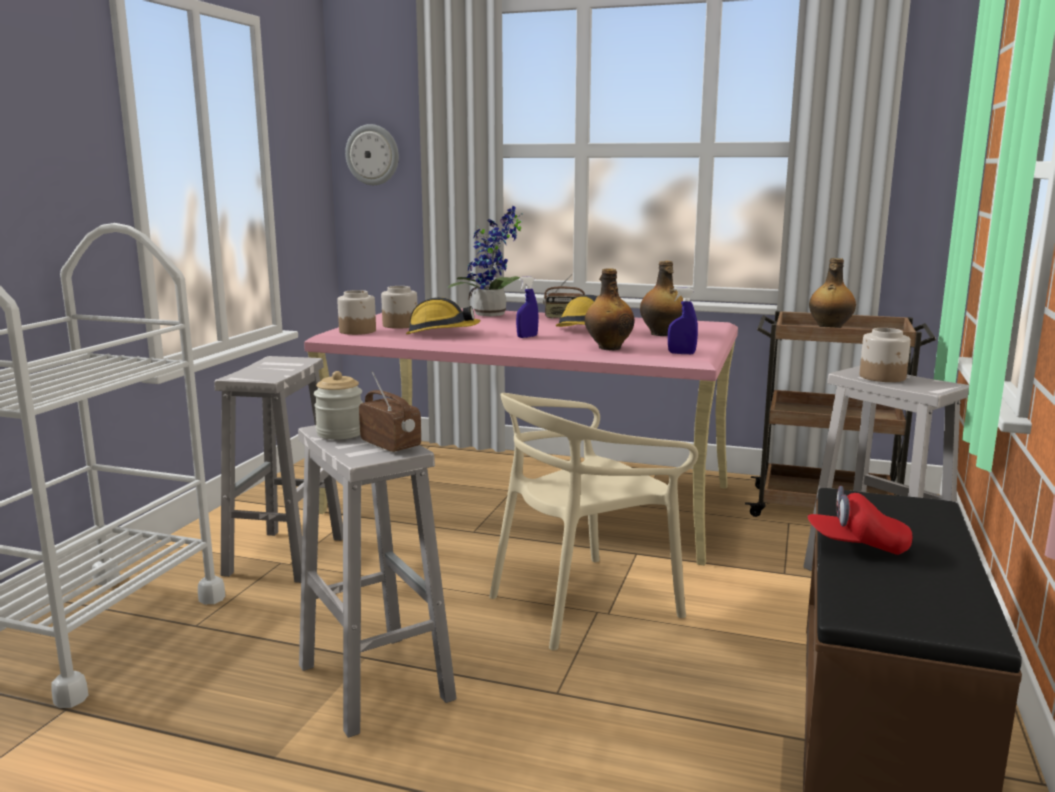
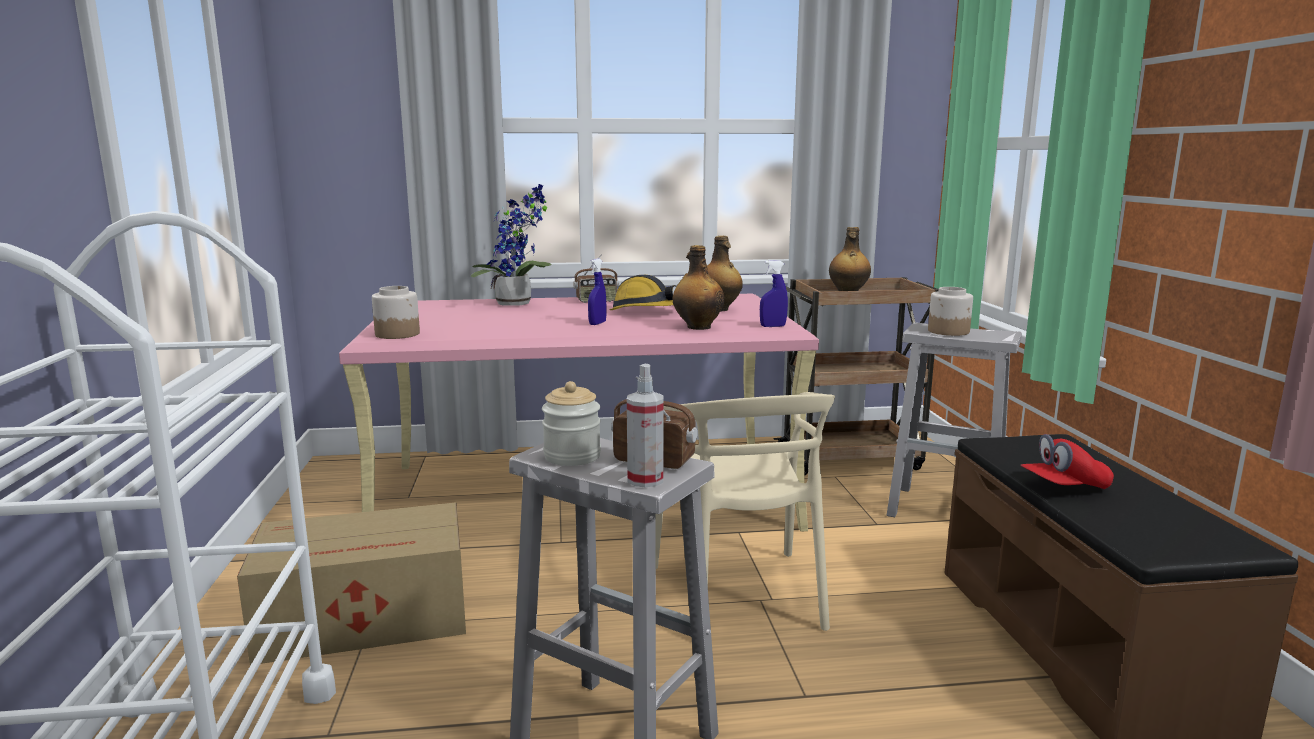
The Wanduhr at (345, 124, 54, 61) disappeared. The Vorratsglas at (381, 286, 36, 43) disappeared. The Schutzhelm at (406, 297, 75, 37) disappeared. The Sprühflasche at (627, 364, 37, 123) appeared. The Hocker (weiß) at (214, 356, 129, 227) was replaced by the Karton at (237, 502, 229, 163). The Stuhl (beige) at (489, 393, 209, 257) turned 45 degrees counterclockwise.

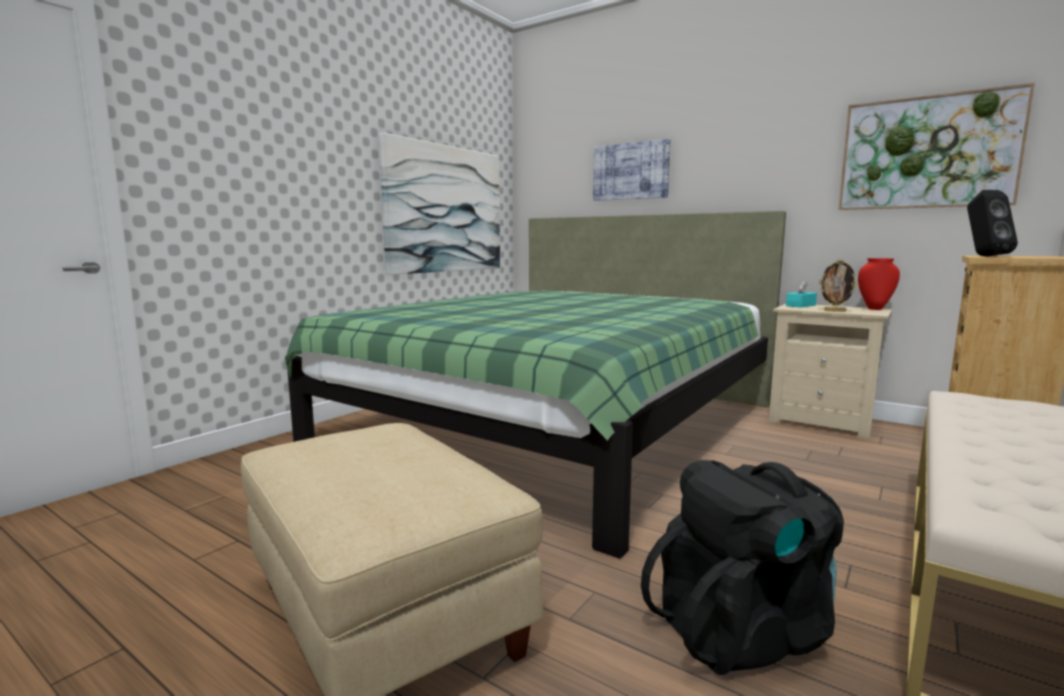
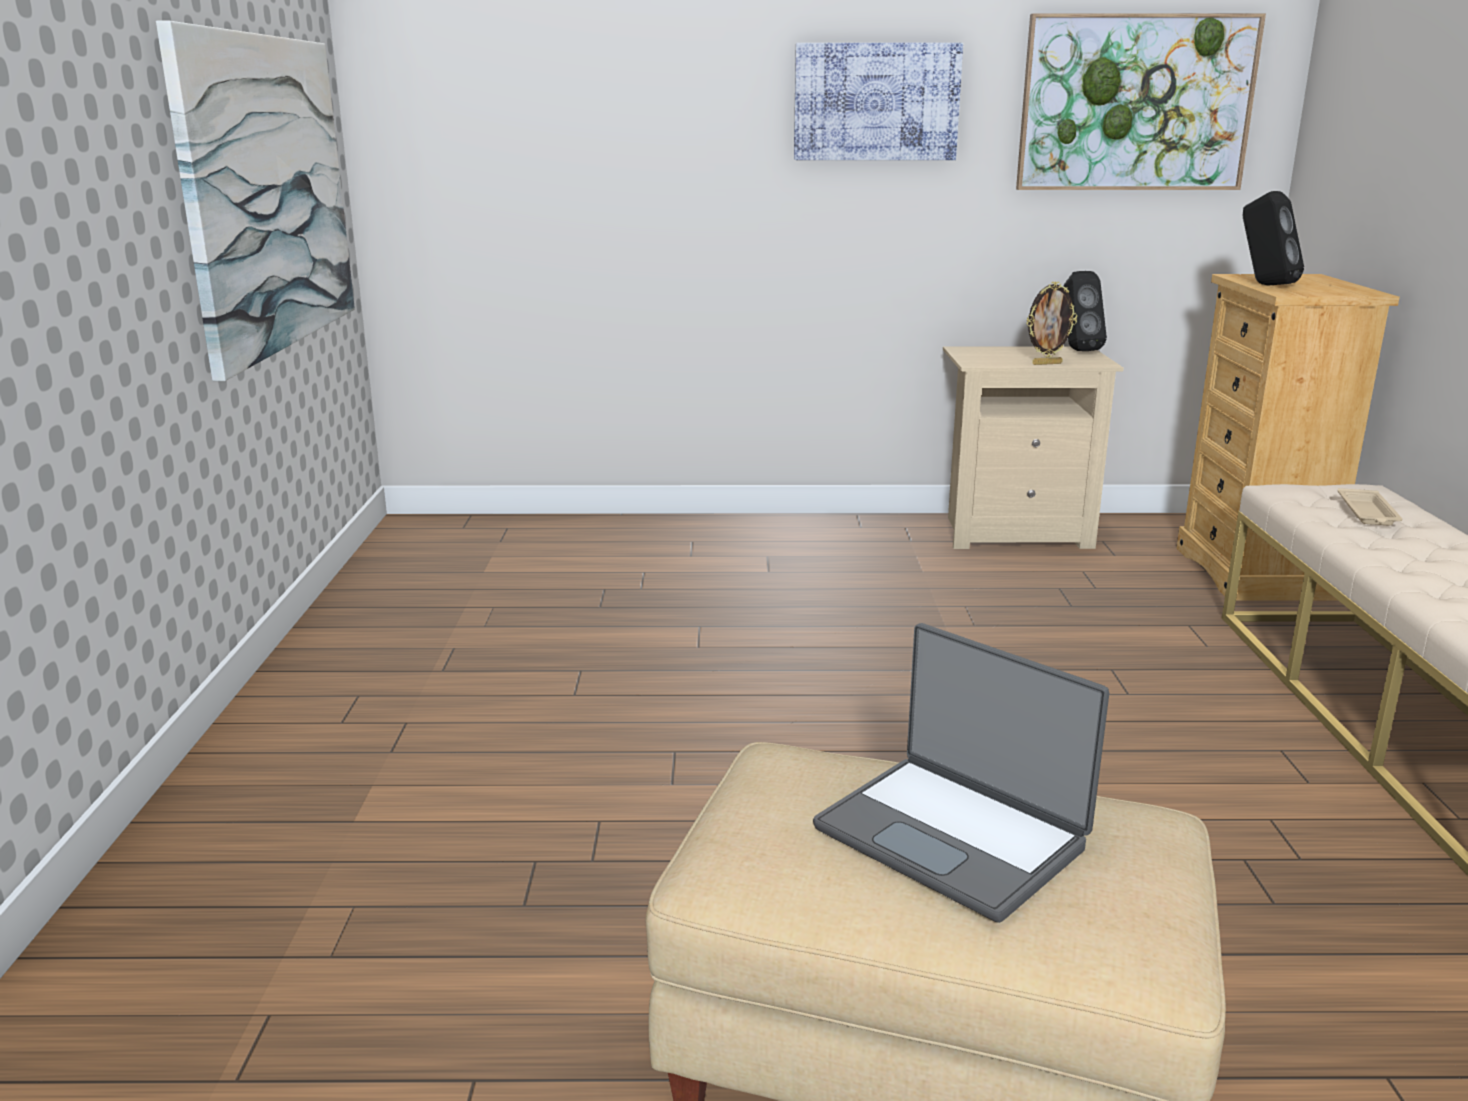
The Bett (grün) at (285, 211, 501, 348) disappeared. The Rucksack (schwarz) at (641, 460, 203, 215) disappeared. The Taschentuchbox (türkis) at (786, 281, 31, 27) disappeared. The Laptop at (813, 623, 296, 300) appeared. The Tablett (beige) at (1338, 488, 65, 38) appeared. The Bild moved from (593, 139, 77, 62) to (794, 43, 169, 117). The Vase (rot) at (858, 258, 42, 52) was replaced by the Lautsprecher (schwarz) at (1063, 271, 44, 80).

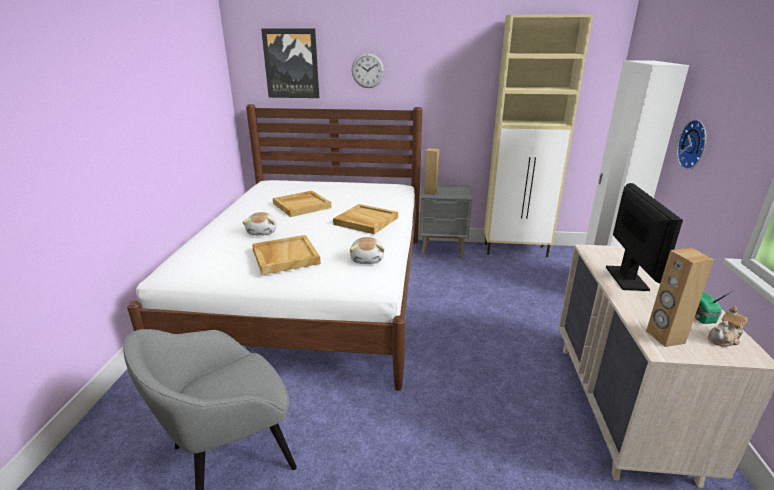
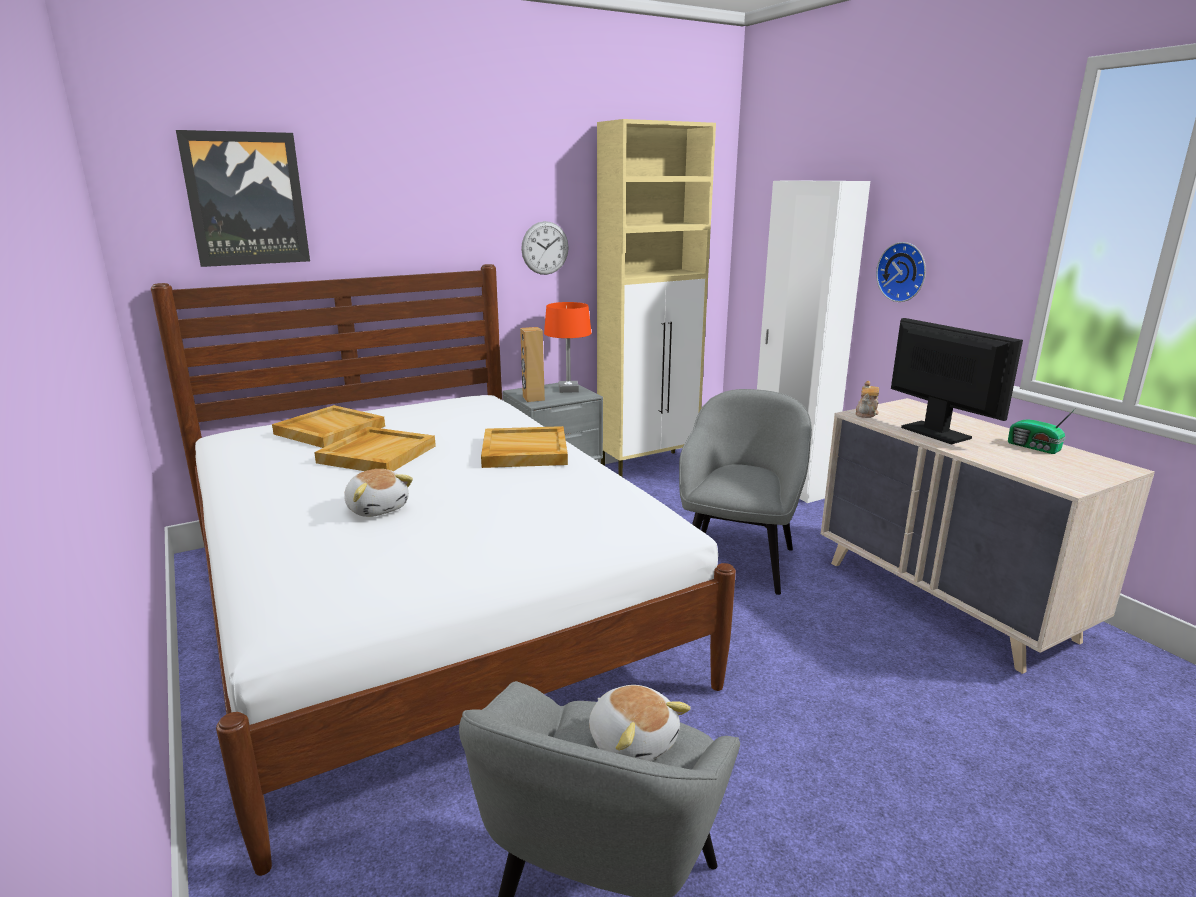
The Lautsprecher (braun) at (646, 248, 68, 99) disappeared. The Tischlampe (orange) at (544, 302, 47, 91) appeared. The Sessel (grau) at (679, 389, 133, 206) appeared. The Tablett (beige) moved from (252, 235, 69, 40) to (272, 405, 113, 43). The Plüschtier moved from (350, 237, 35, 27) to (589, 685, 102, 76). The Wanduhr moved from (352, 53, 32, 35) to (521, 221, 48, 54). The Teekanne moved from (708, 306, 39, 41) to (855, 381, 24, 37).

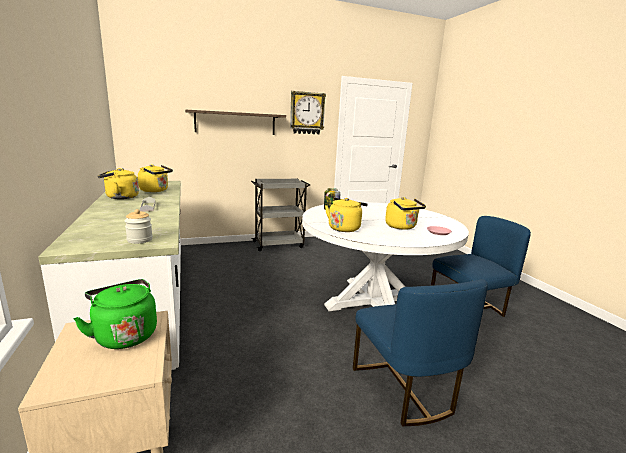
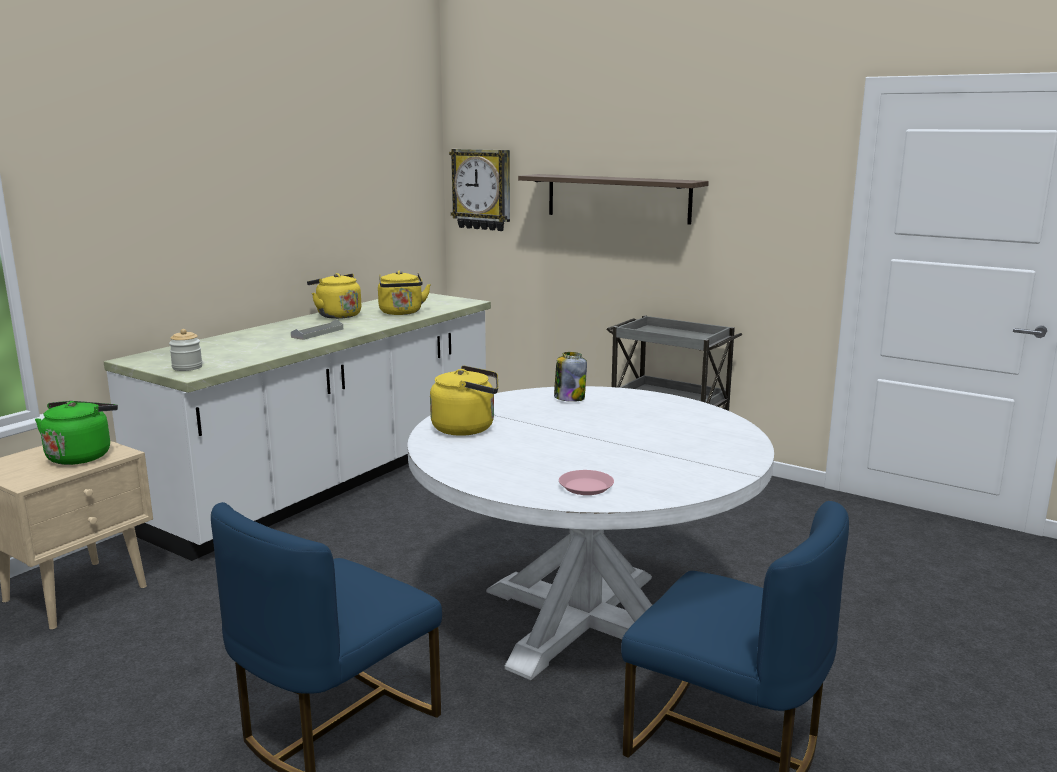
The Wasserkessel (gelb) at (385, 197, 41, 33) disappeared. The Wanduhr moved from (290, 91, 36, 43) to (449, 149, 61, 82).

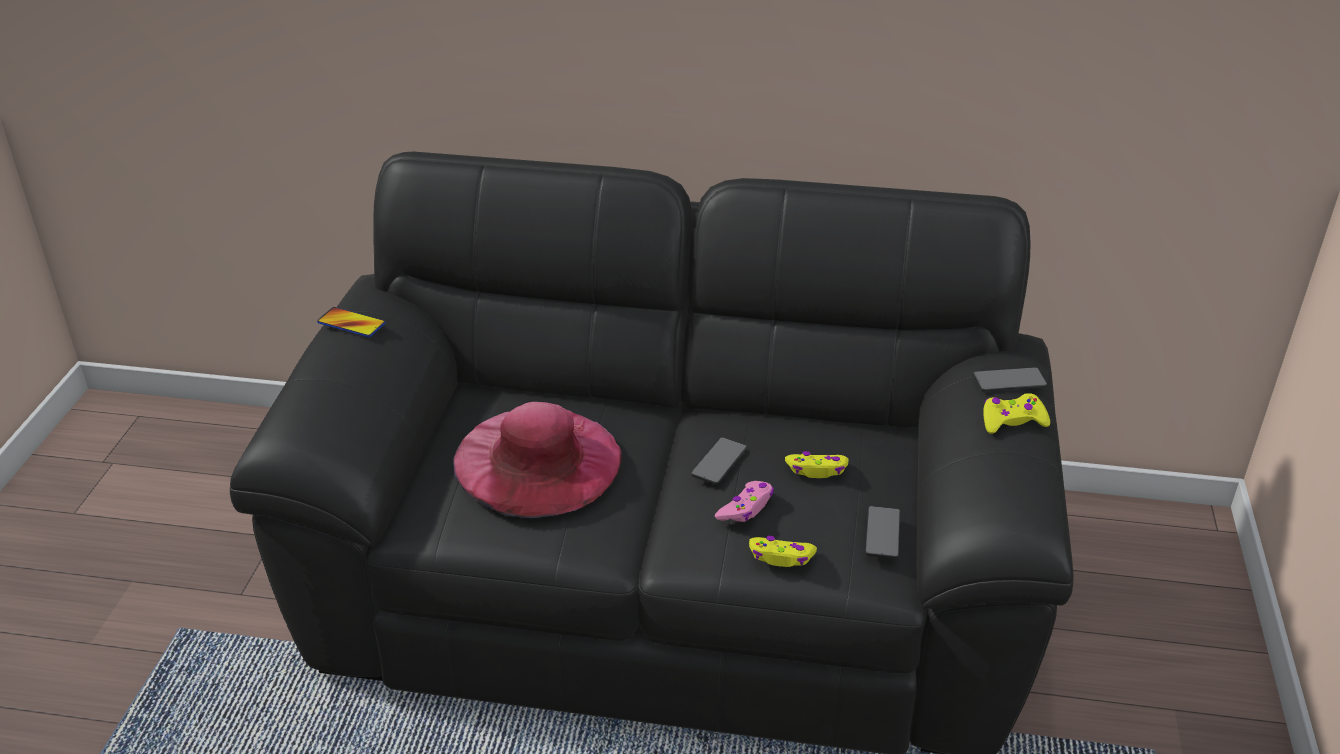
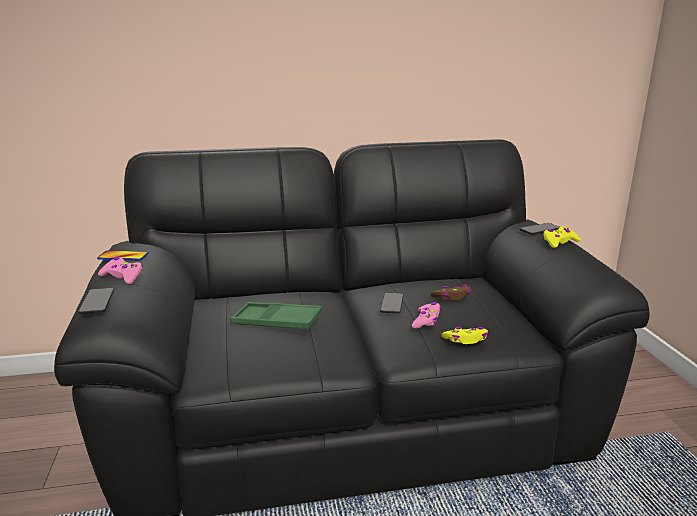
The Gamepad (rosa) at (98, 257, 45, 27) appeared. The Handy moved from (865, 506, 35, 53) to (78, 288, 36, 26). The Hut (rosa) at (453, 402, 169, 116) was replaced by the Tablett (grün) at (230, 302, 92, 28). The Gamepad (gelb) at (785, 451, 64, 27) became the Gamepad (braun) at (431, 285, 40, 15).

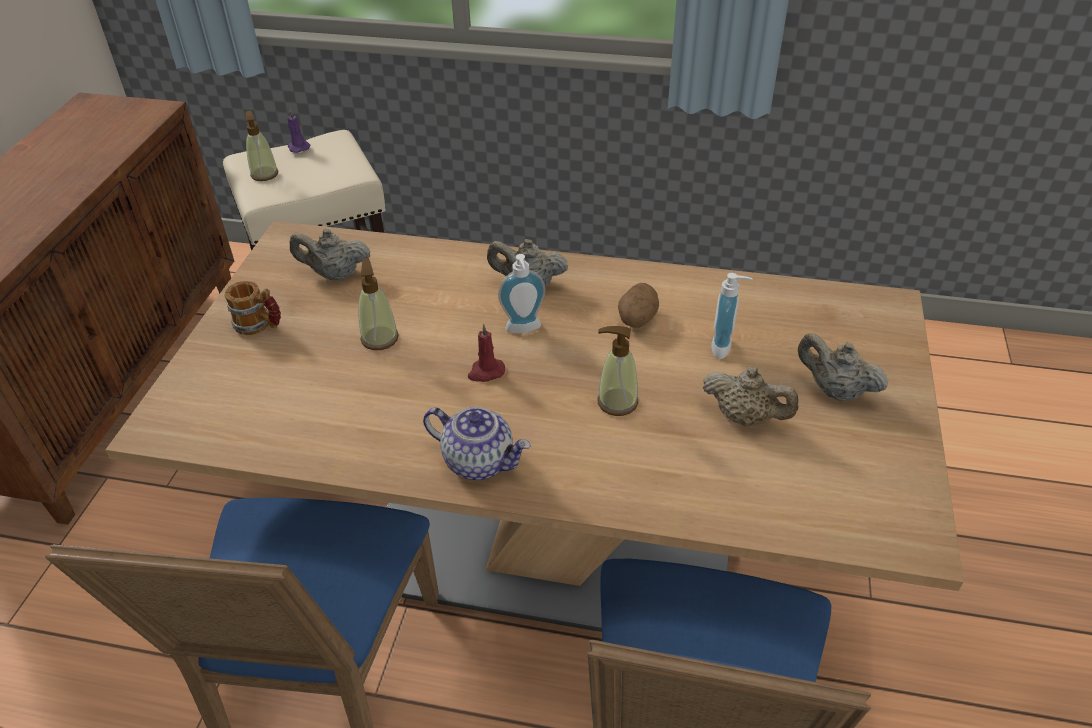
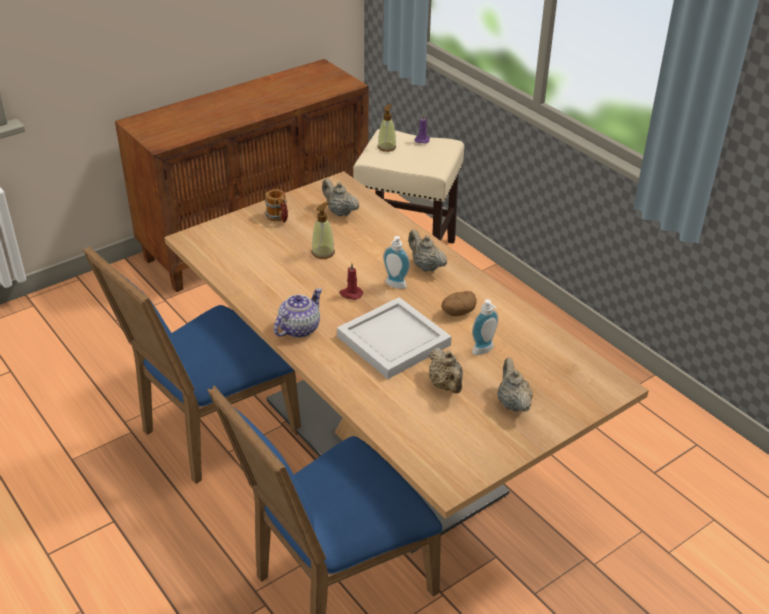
The Seifenspender at (597, 326, 42, 90) was replaced by the Tablett (weiß) at (337, 297, 115, 82). The Teekanne at (423, 406, 108, 74) turned 120 degrees counterclockwise.

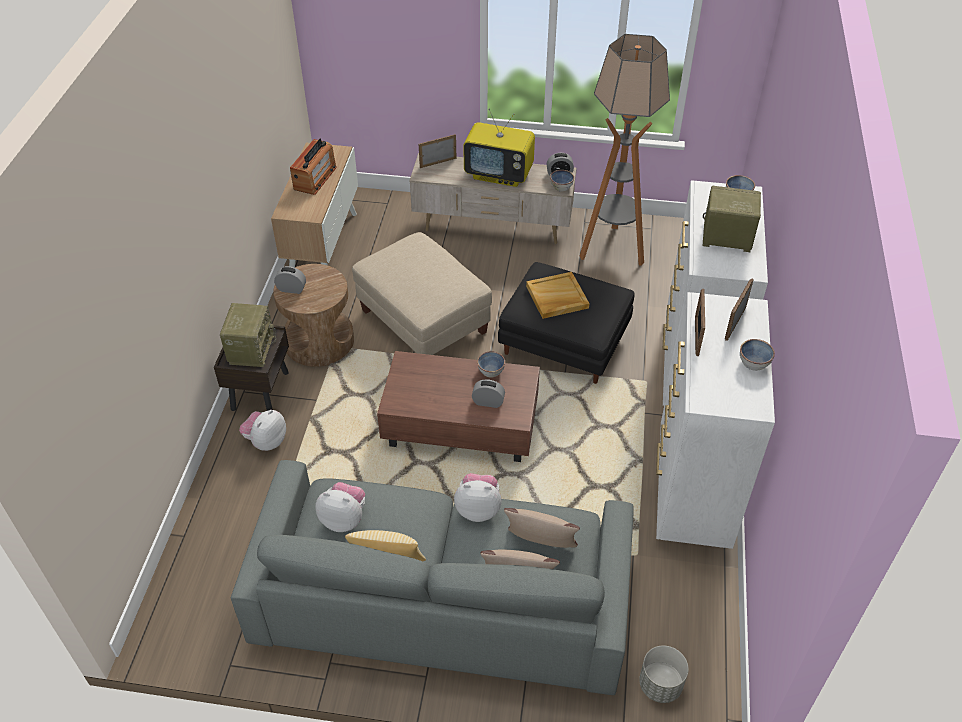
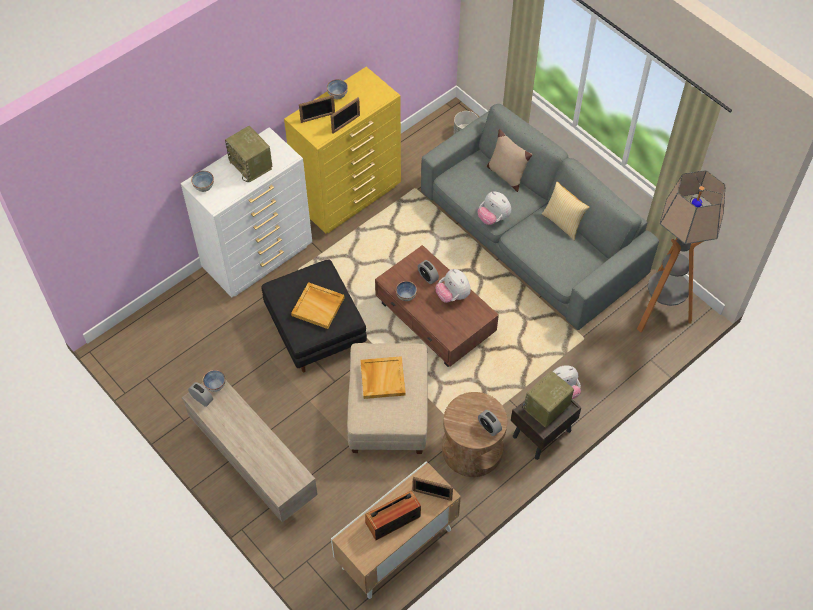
The Fernseher at (463, 109, 72, 78) disappeared. The Kissen (beige) at (504, 508, 76, 40) disappeared. The Tablett (beige) at (360, 356, 46, 43) appeared. The Plüschtier moved from (315, 482, 50, 50) to (436, 269, 35, 34). The Bilderrahmen moved from (419, 134, 38, 34) to (413, 477, 40, 24). The Stehlampe moved from (579, 34, 91, 232) to (637, 170, 89, 162). The Kommode (weiß) at (656, 292, 119, 257) became the Kommode (gelb) at (284, 67, 117, 167).

